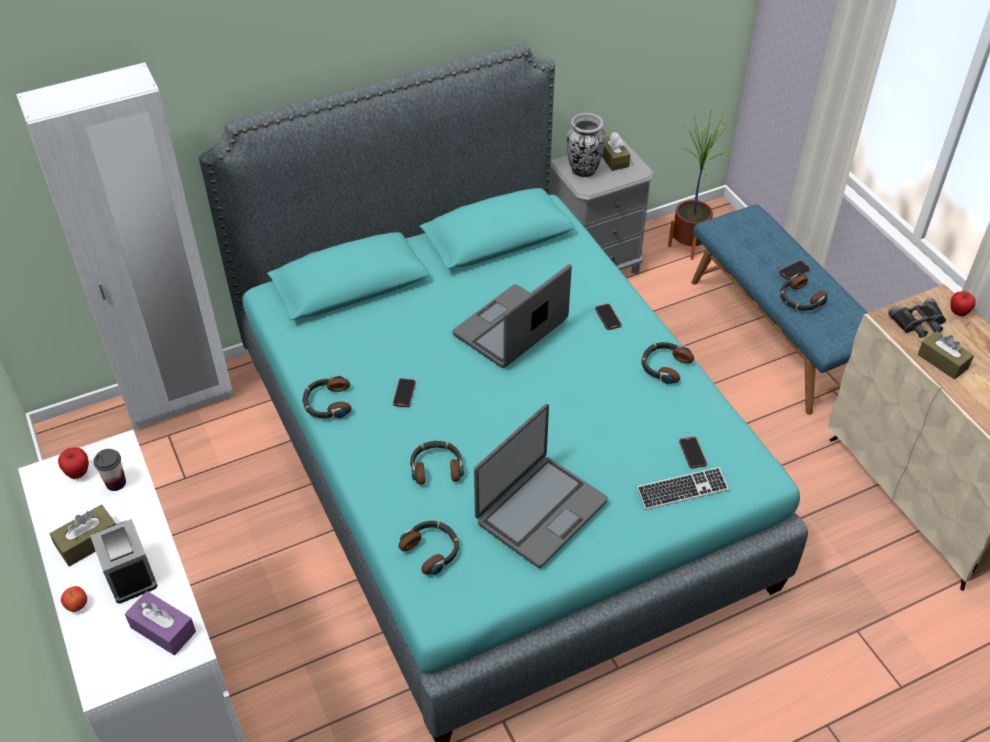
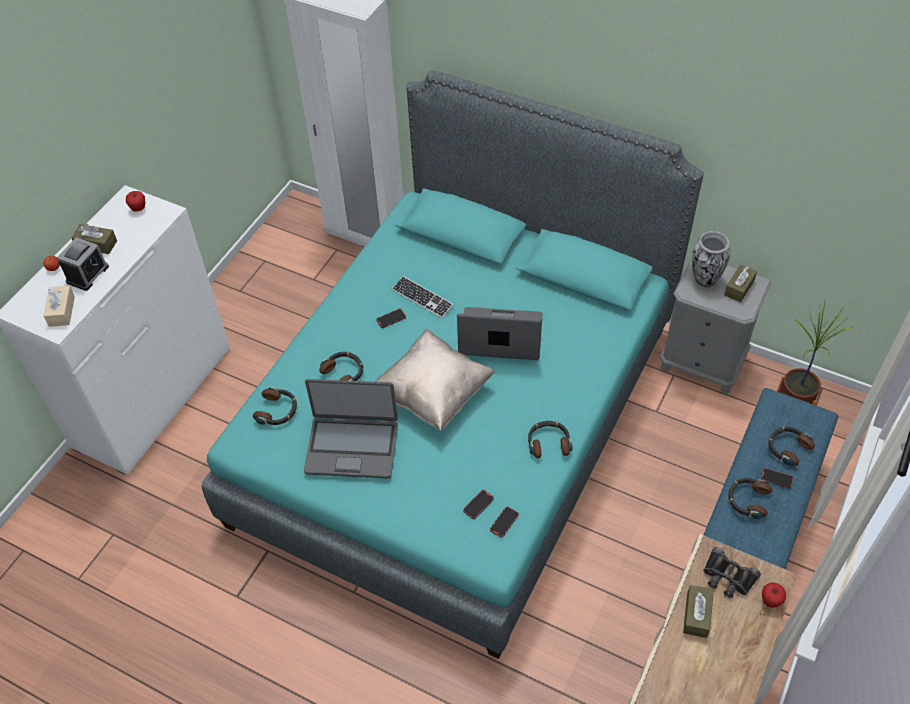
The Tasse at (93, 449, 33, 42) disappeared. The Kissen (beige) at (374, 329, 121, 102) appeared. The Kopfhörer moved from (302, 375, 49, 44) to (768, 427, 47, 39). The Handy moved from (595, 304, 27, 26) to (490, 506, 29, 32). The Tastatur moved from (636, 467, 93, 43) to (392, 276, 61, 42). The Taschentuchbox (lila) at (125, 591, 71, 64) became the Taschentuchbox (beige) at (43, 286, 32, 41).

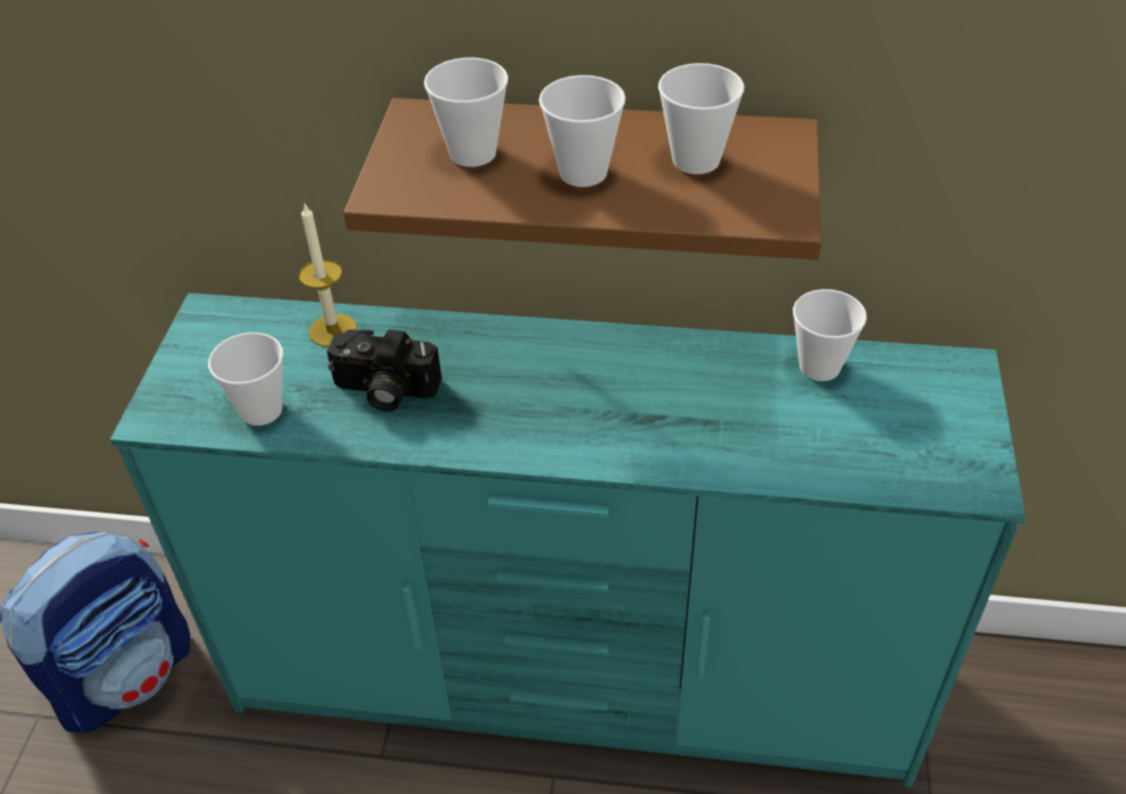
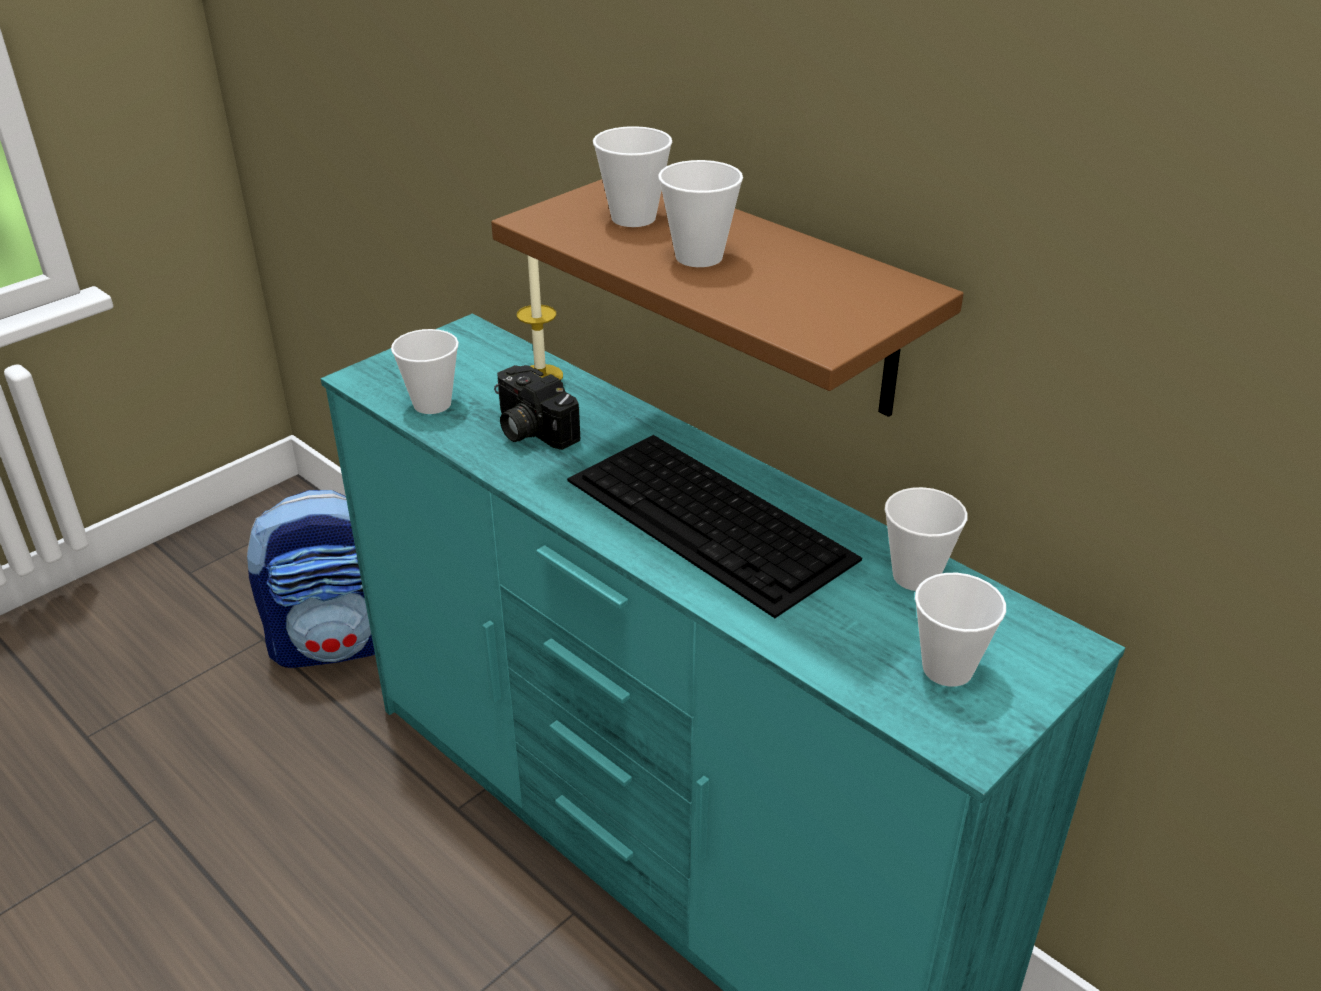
The Tastatur at (567, 435, 295, 183) appeared. The Tasse moved from (658, 63, 86, 111) to (915, 573, 91, 114).

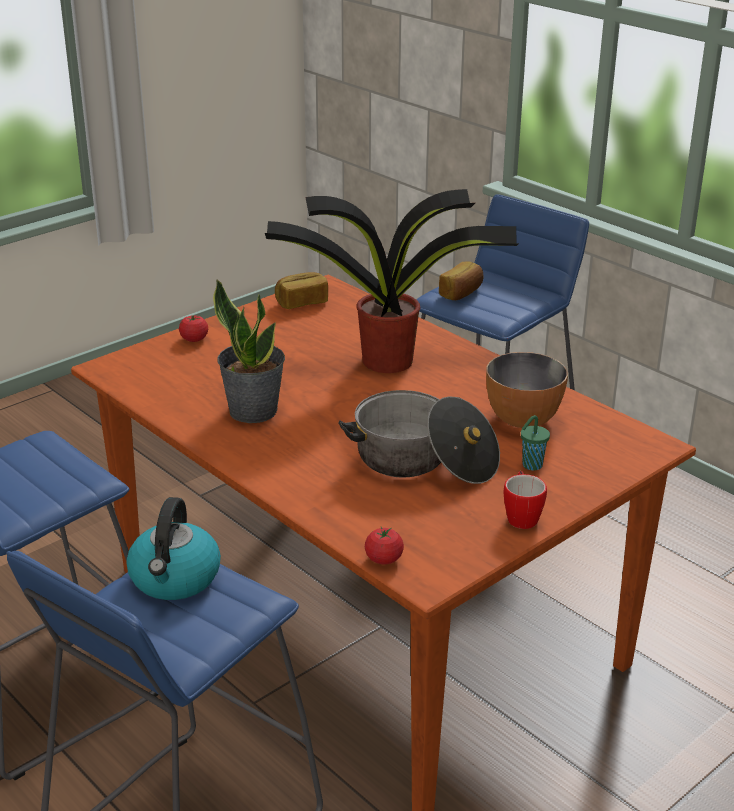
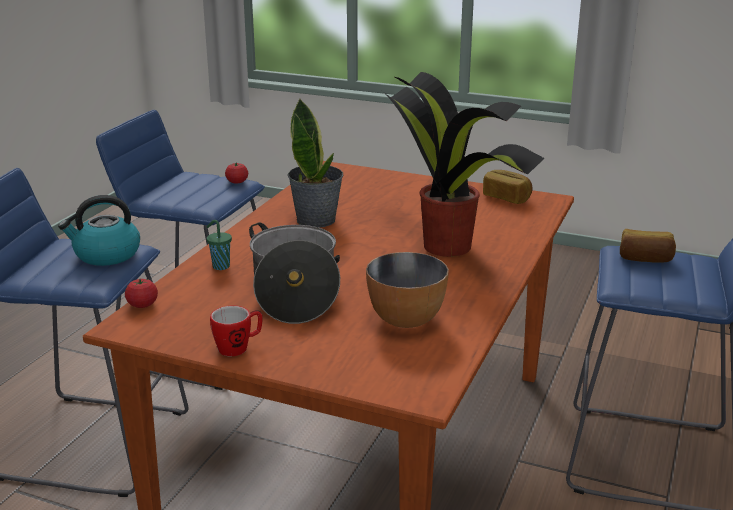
The Tomate moved from (179, 315, 29, 27) to (225, 163, 23, 21). The Tasse (grün) moved from (521, 415, 29, 56) to (207, 220, 25, 50).

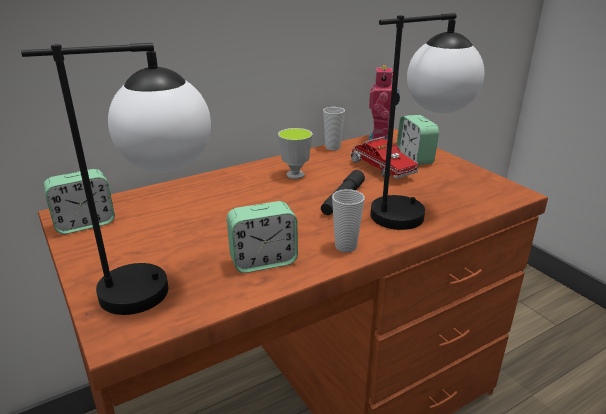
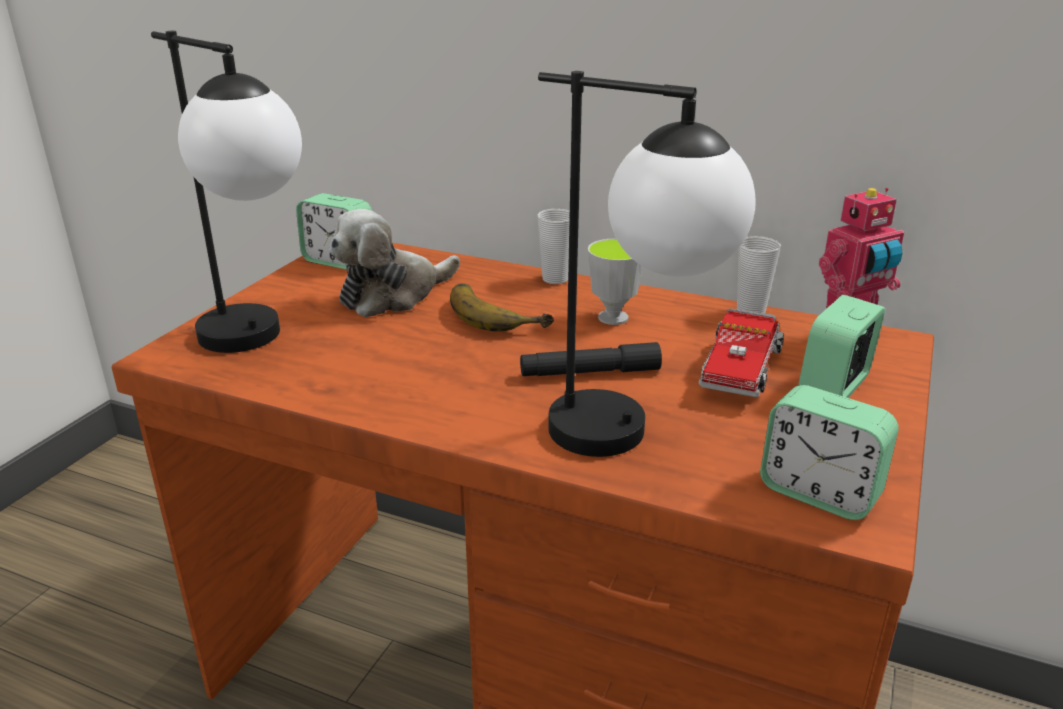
The Plüschtier at (329, 209, 131, 108) appeared. The Banane at (450, 283, 104, 49) appeared. The Wecker moved from (227, 201, 71, 72) to (760, 385, 139, 135). The Tasse moved from (332, 189, 33, 63) to (537, 209, 33, 75).

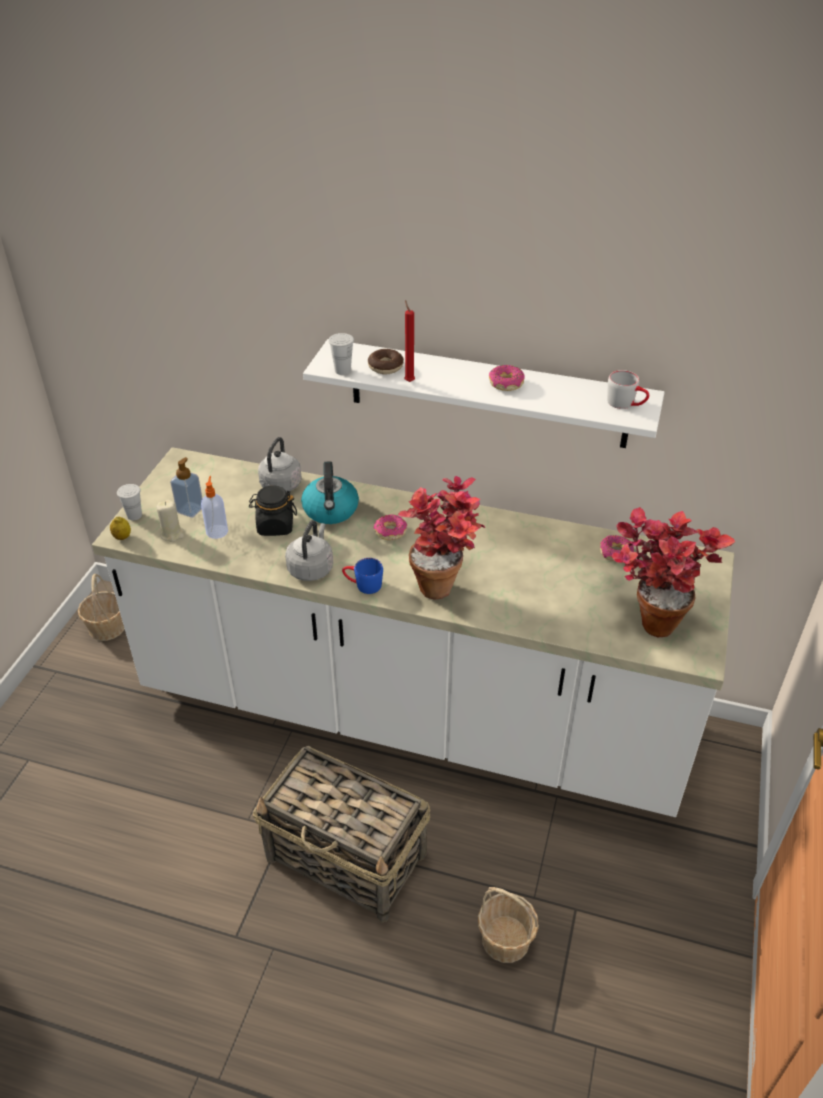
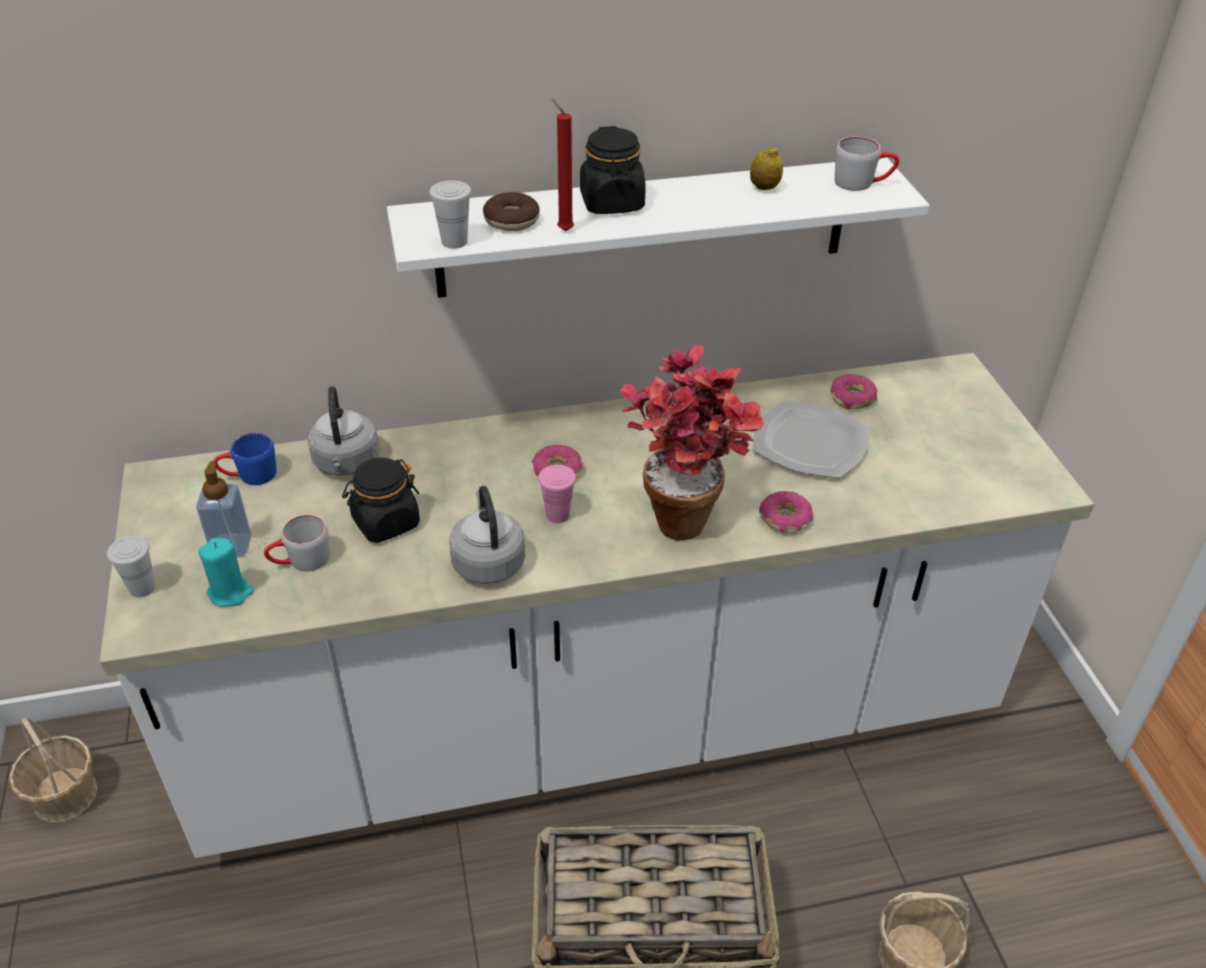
The Wasserkessel at (301, 461, 58, 63) disappeared. The Topfpflanze at (611, 507, 124, 130) disappeared. The Tasse (rosa) at (538, 465, 38, 58) appeared. The Vorratsglas (schwarz) at (580, 126, 66, 88) appeared. The Teller at (752, 400, 116, 78) appeared. The Zitrone moved from (110, 516, 21, 24) to (750, 146, 33, 44). The Henkelbecher (blau) moved from (342, 558, 41, 36) to (214, 433, 62, 52). The Donut moved from (489, 365, 36, 26) to (759, 491, 54, 42). The Seifenspender at (201, 476, 27, 63) was replaced by the Henkelbecher (grau) at (264, 514, 66, 57). The Kerze (beige) at (156, 500, 28, 42) became the Kerze (türkis) at (198, 538, 56, 69).

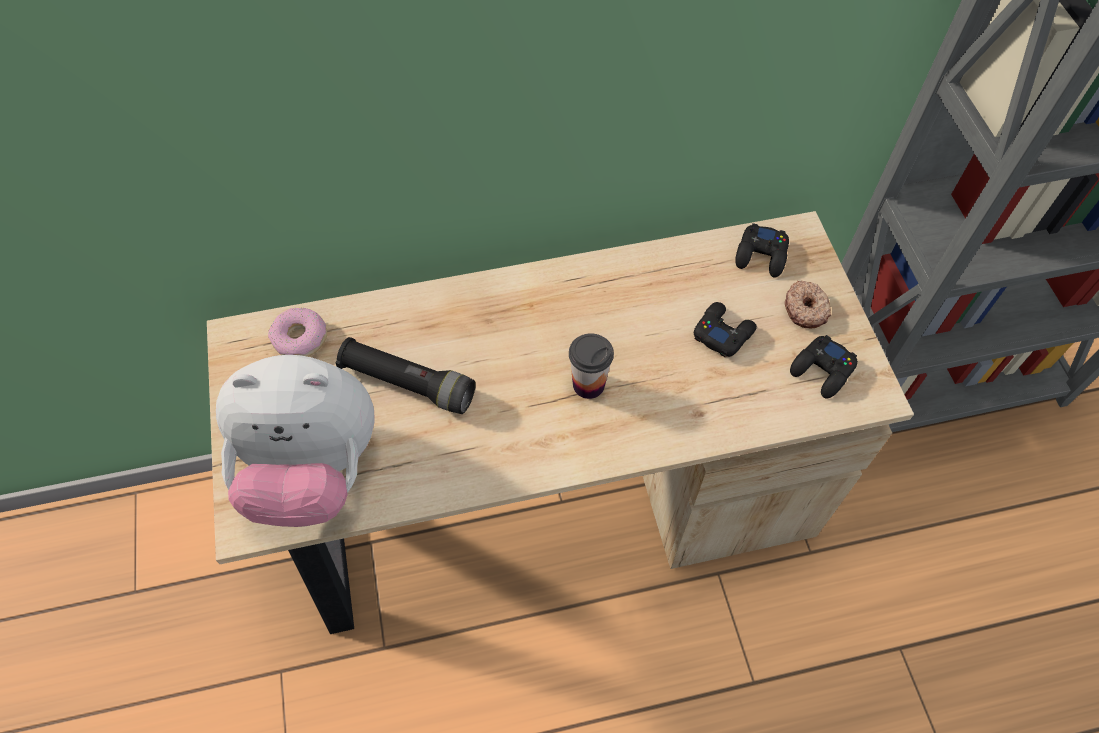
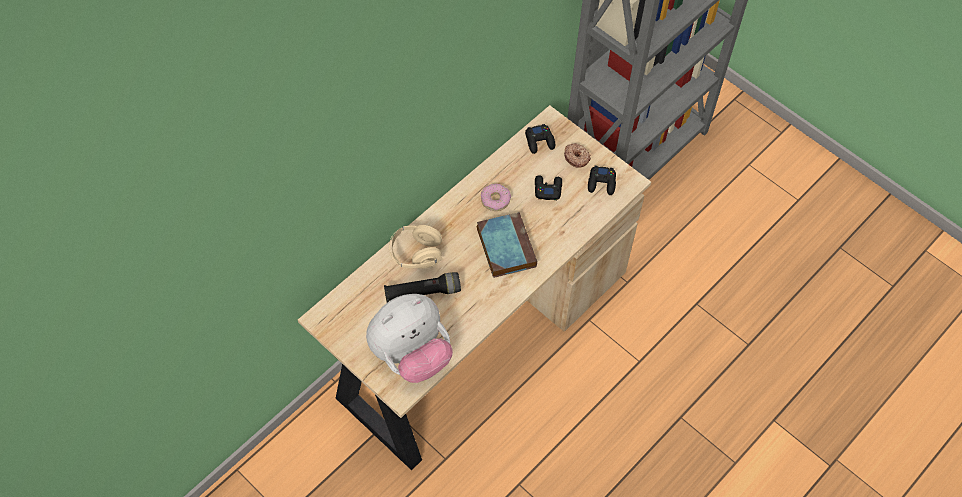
The Kopfhörer (beige) at (389, 225, 53, 44) appeared. The Donut moved from (268, 308, 59, 49) to (481, 184, 30, 27). The Tasse at (569, 333, 45, 66) was replaced by the Buch at (477, 212, 60, 66).

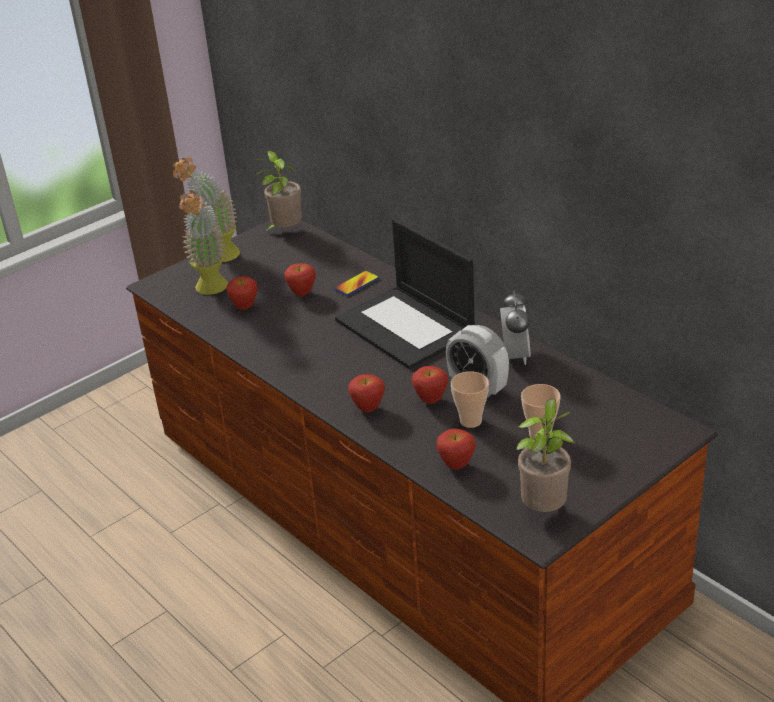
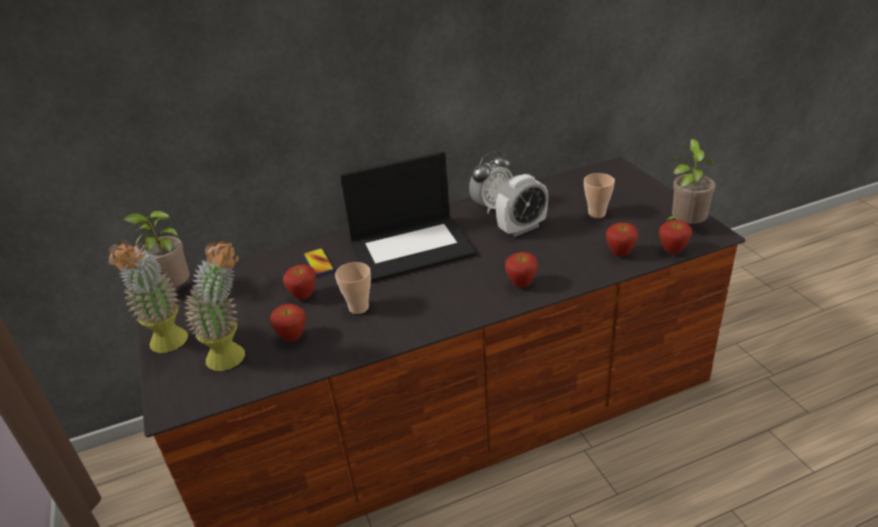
The Apfel moved from (412, 366, 36, 38) to (659, 220, 33, 34). The Tasse moved from (451, 371, 38, 57) to (335, 262, 36, 52). The Wecker at (500, 290, 31, 75) turned 120 degrees clockwise.

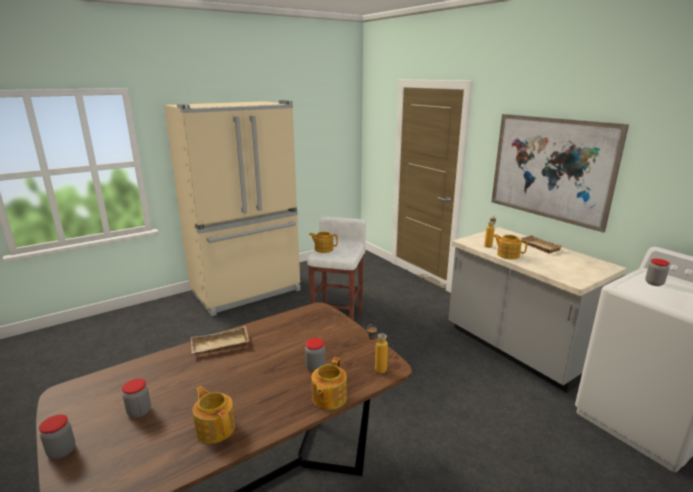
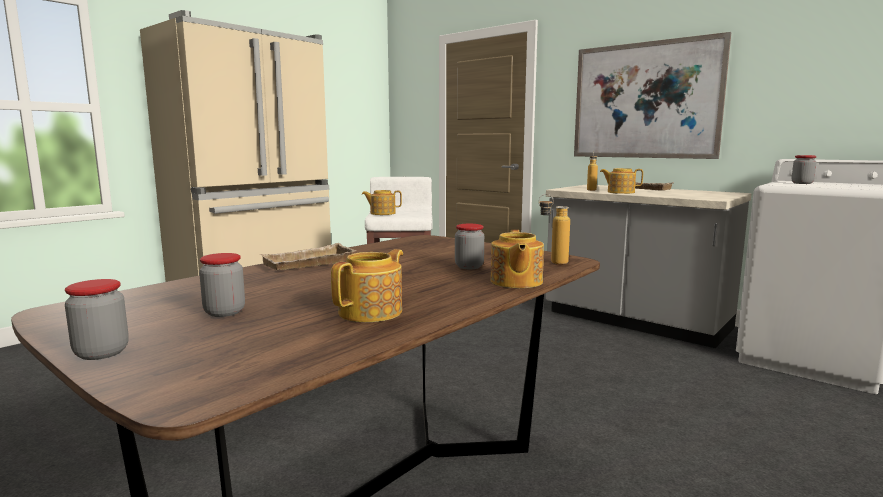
The Teekanne at (193, 386, 42, 57) turned 90 degrees clockwise.

